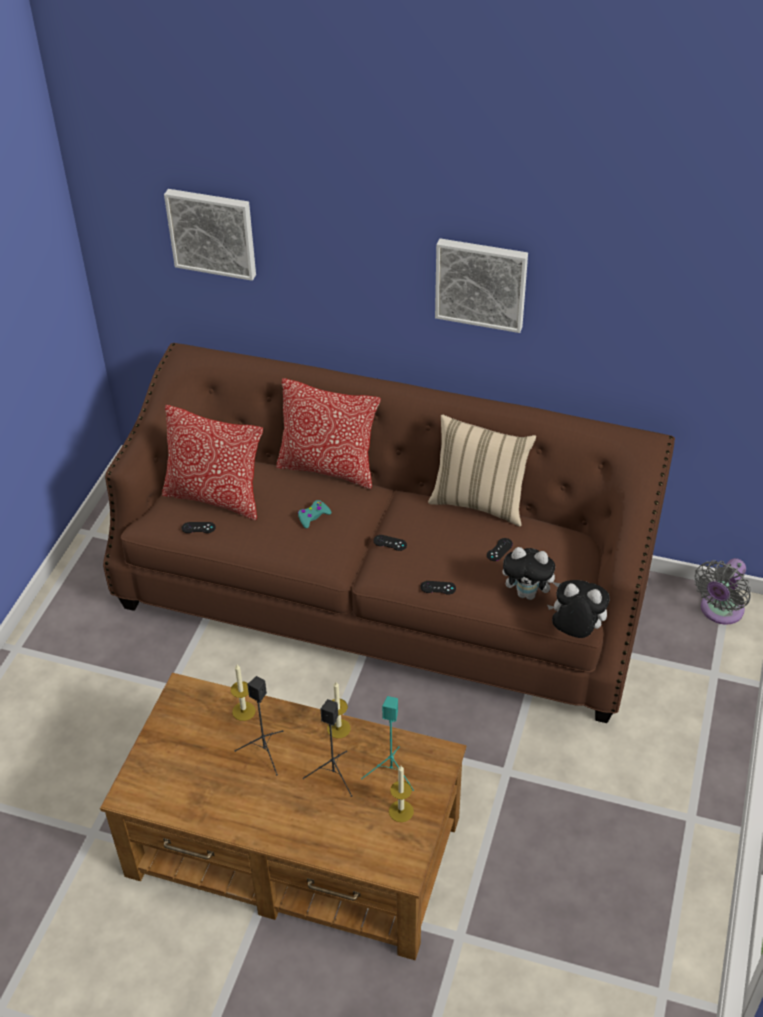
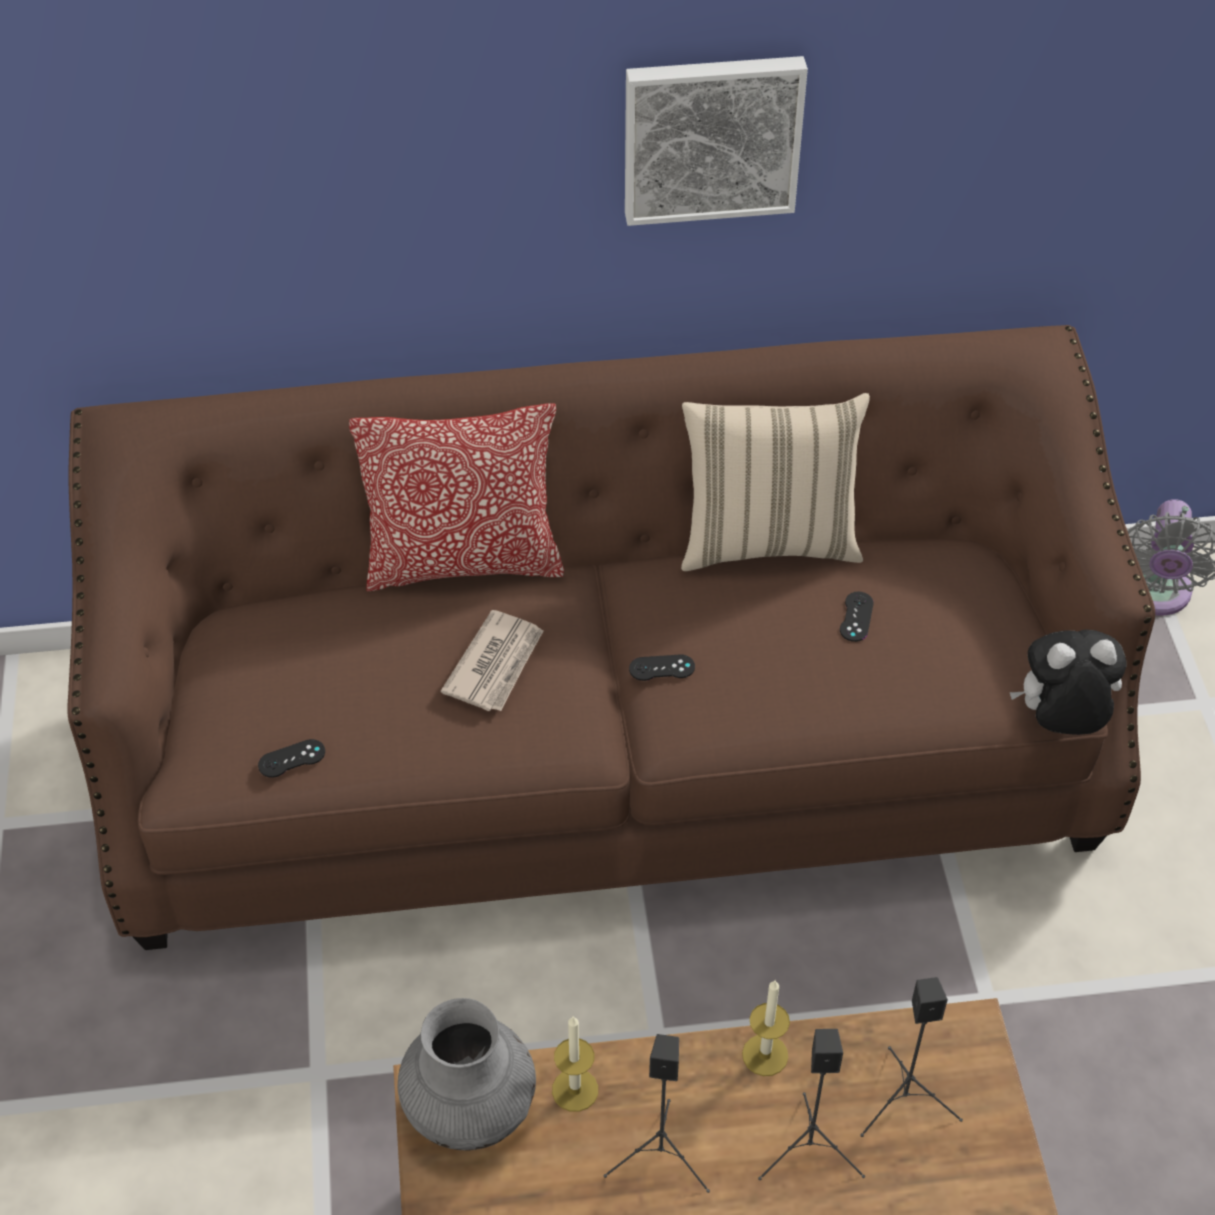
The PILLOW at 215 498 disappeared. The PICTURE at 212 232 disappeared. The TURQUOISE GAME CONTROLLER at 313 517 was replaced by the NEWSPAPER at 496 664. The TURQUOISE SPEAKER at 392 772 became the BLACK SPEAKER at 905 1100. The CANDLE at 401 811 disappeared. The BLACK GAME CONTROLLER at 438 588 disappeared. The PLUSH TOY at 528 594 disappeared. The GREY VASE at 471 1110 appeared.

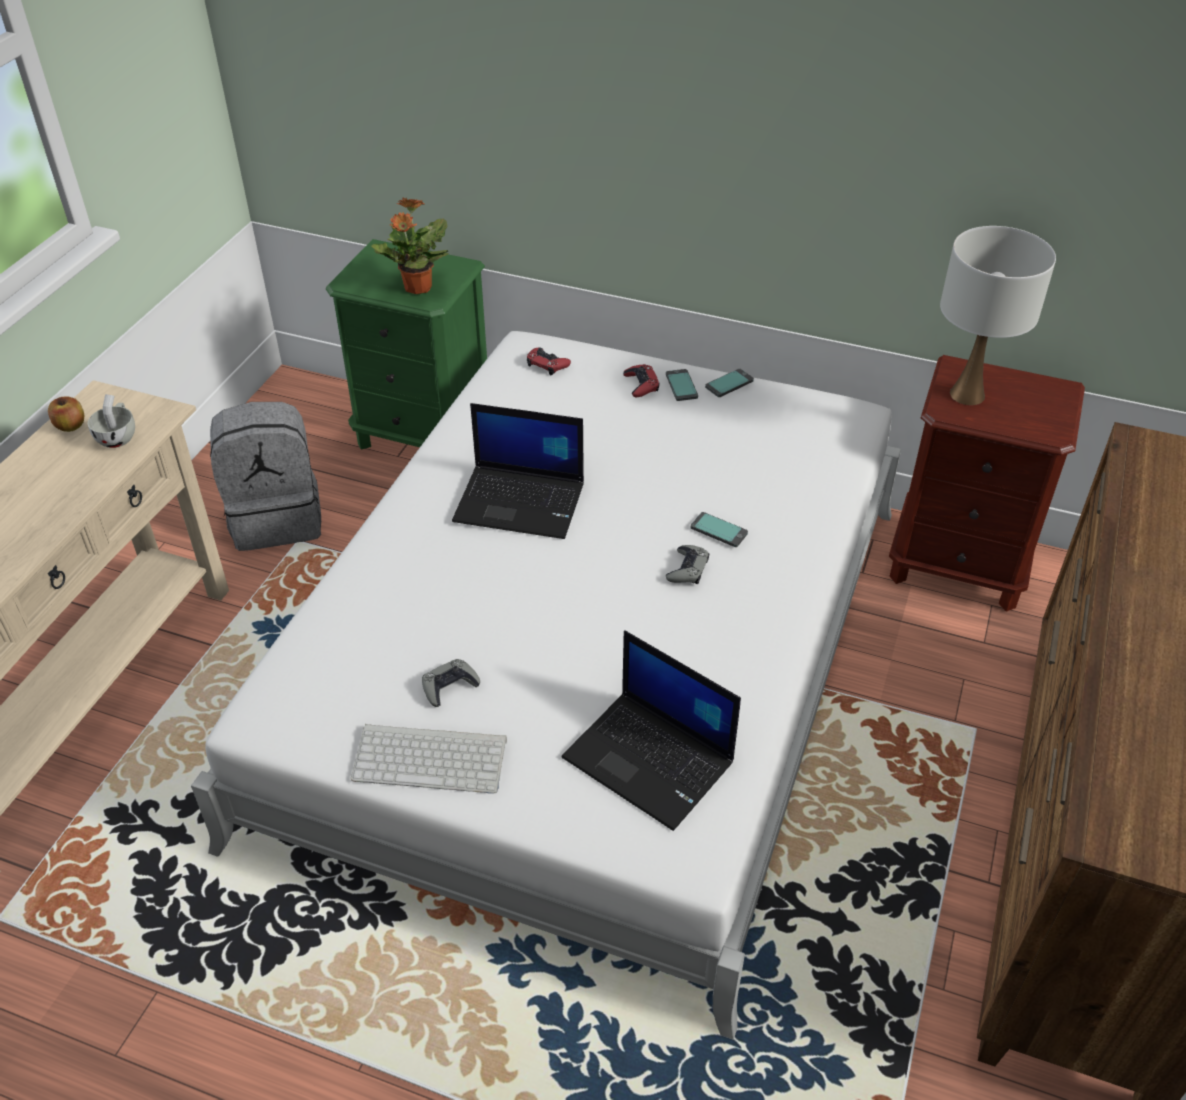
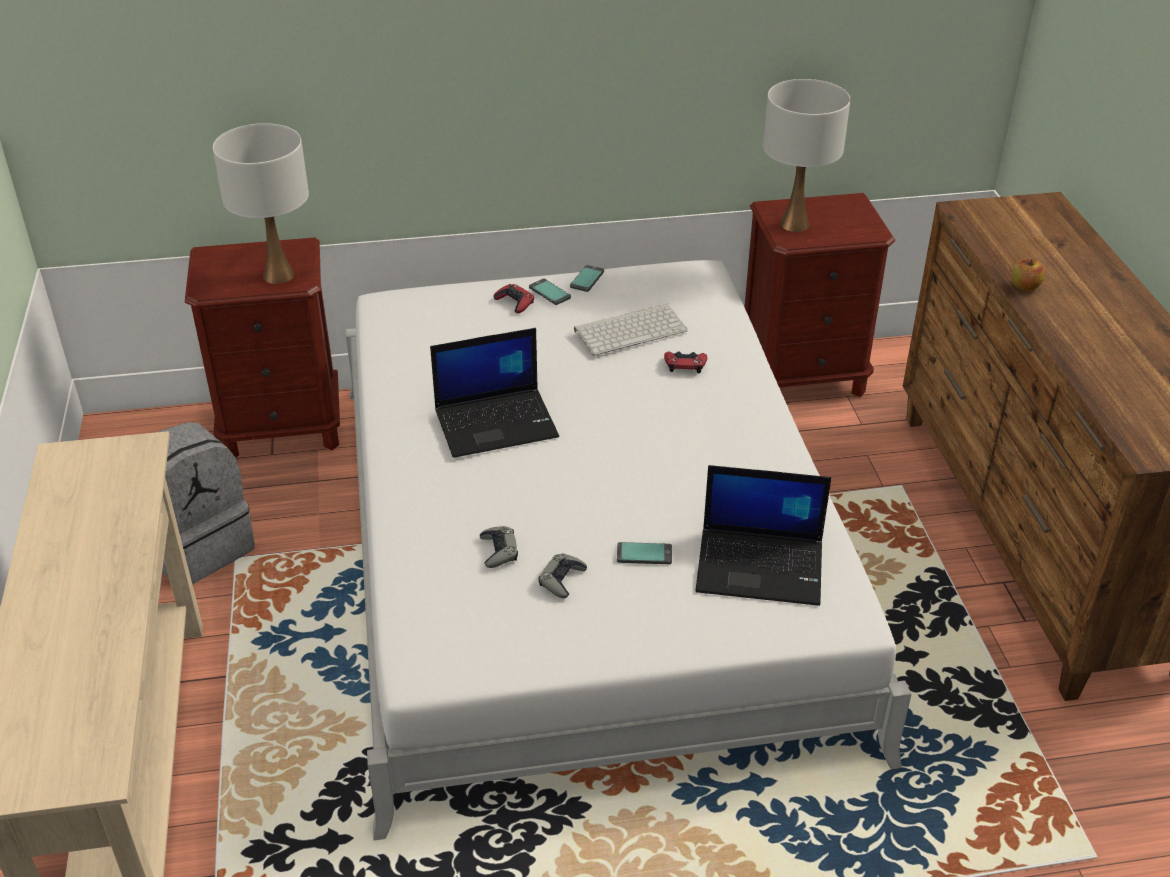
The APPLE moved from 71 426 to 1025 287. The WHITE CUP at 118 436 disappeared. The GREEN NIGHTSTAND at 423 435 became the BROWN NIGHTSTAND at 282 428. The KEYBOARD moved from 432 757 to 631 329. The POTTED PLANT at 417 288 was replaced by the WHITE TABLE LAMP at 278 275. The RED GAME CONTROLLER moved from 547 364 to 685 365. The GREY GAME CONTROLLER moved from 687 569 to 499 551. The PHONE moved from 719 530 to 644 554.

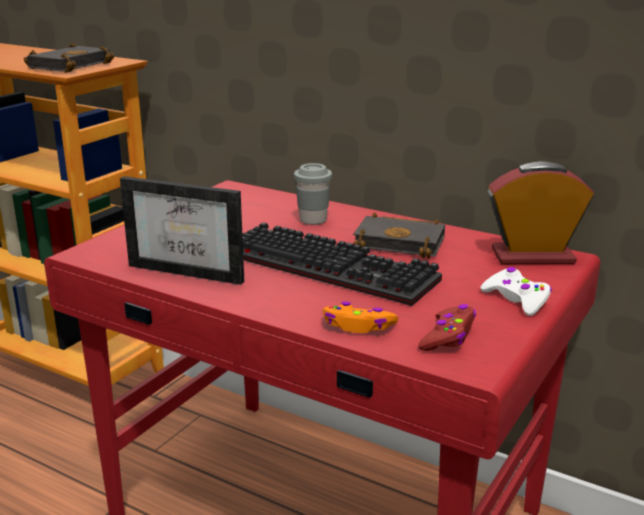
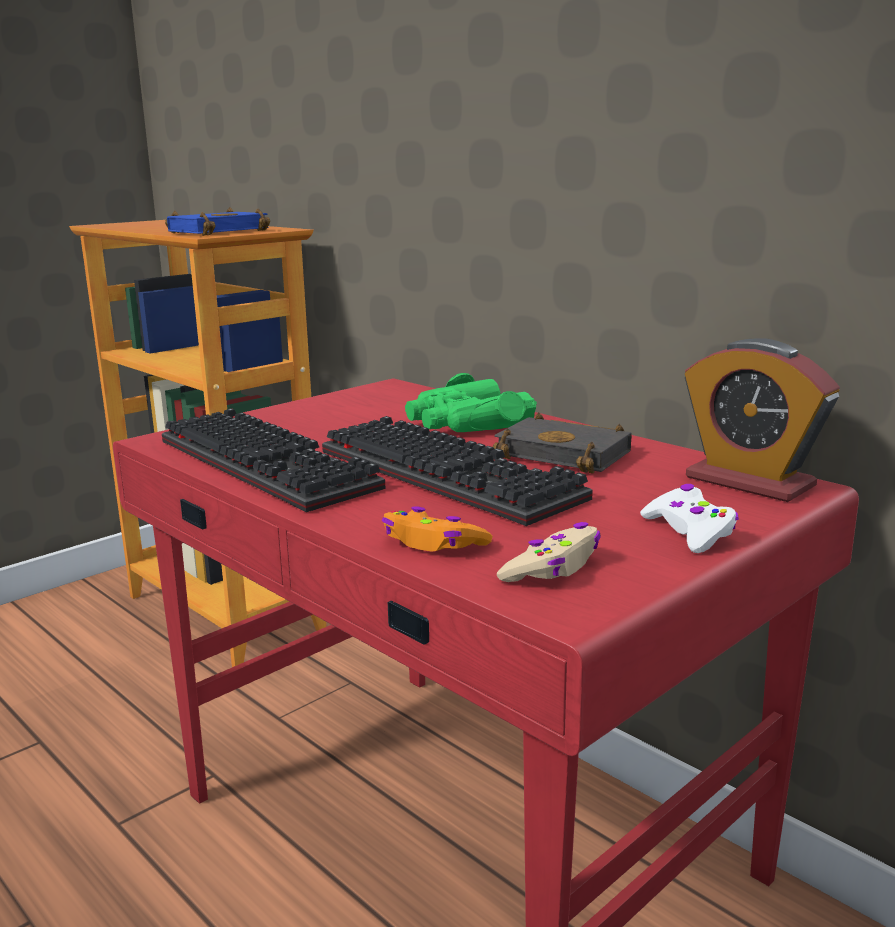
The BLACK BOOK at 69 65 became the BLUE BOOK at 218 231. The PICTURE FRAME at 194 269 was replaced by the KEYBOARD at 272 464. The GREY CUP at 313 220 was replaced by the GREEN BINOCULARS at 466 423. The RED GAME CONTROLLER at 448 337 became the BEIGE GAME CONTROLLER at 552 568. The ALARM CLOCK at 532 256 turned 150 degrees counterclockwise.

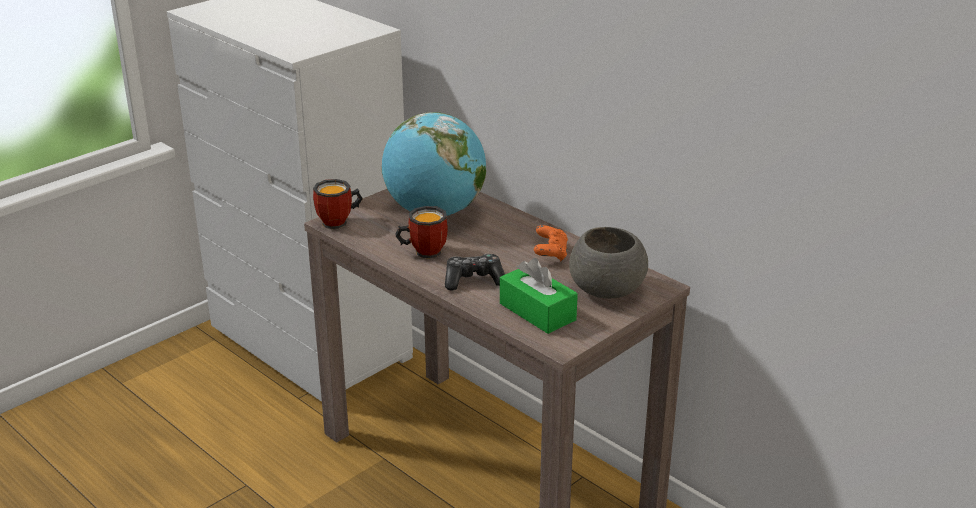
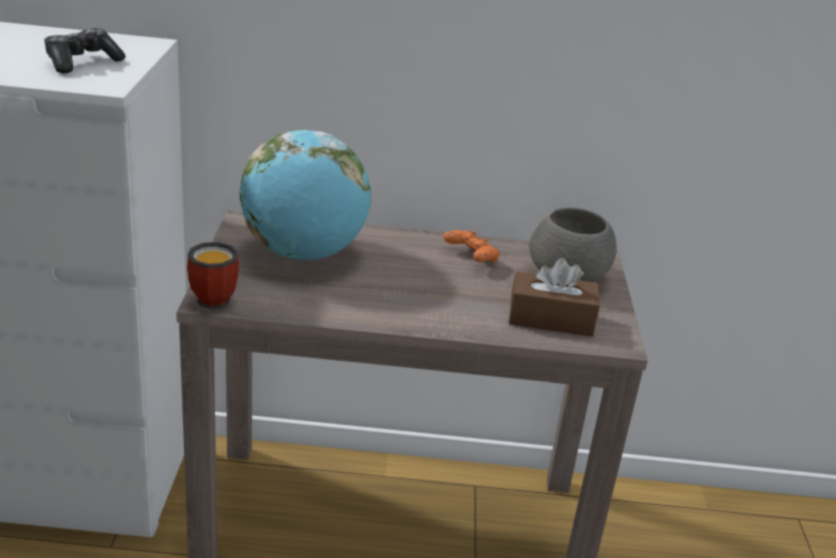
The MUG at 423 251 disappeared. The GAME CONTROLLER moved from 474 280 to 82 62. The GREEN TISSUE BOX at 537 312 became the BROWN TISSUE BOX at 551 319.

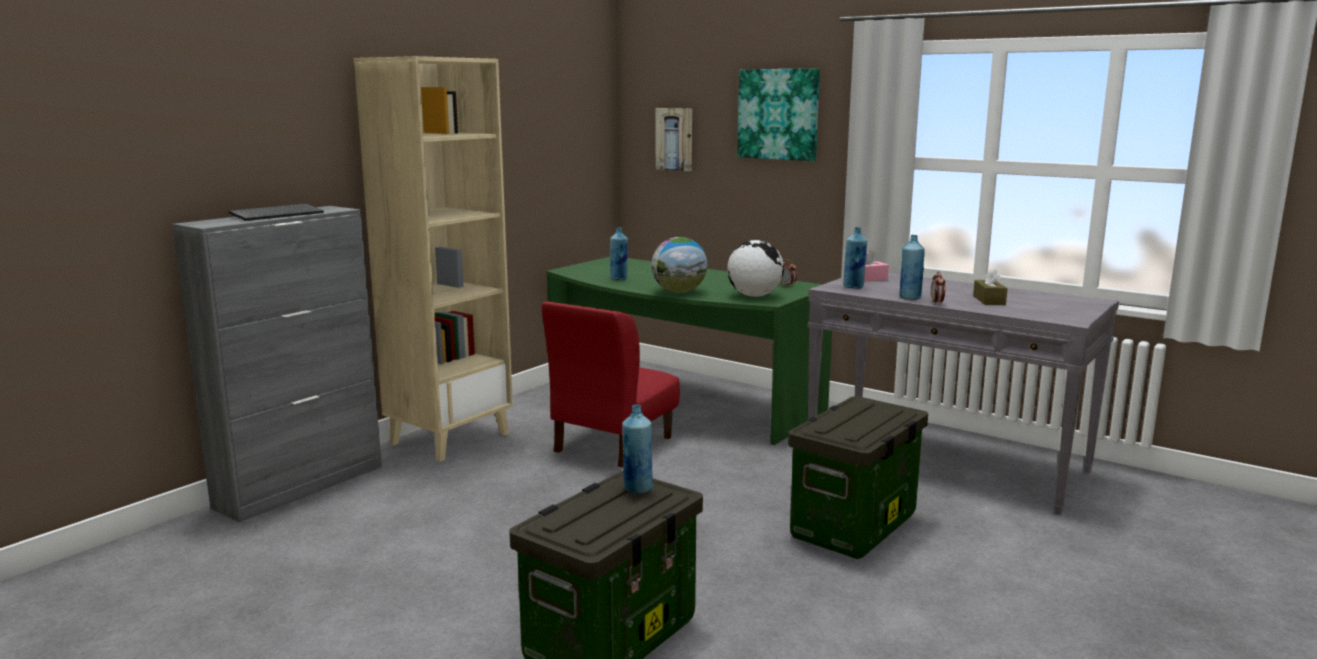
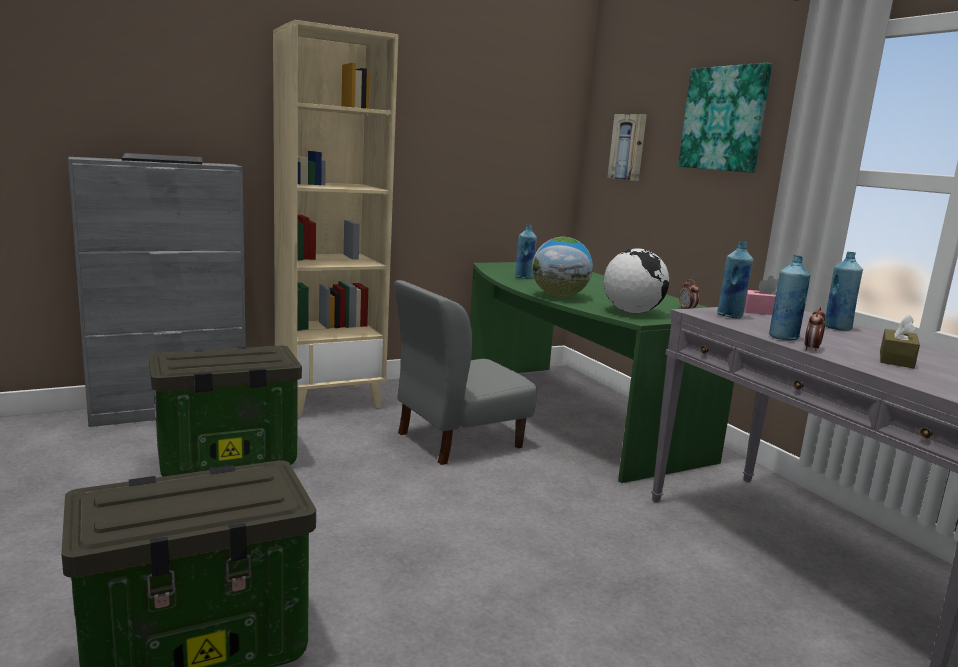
The RED CHAIR at 612 444 became the GREY CHAIR at 458 440. The BLUE BOTTLE moved from 637 488 to 837 328. The STORAGE BOX moved from 854 528 to 225 461.

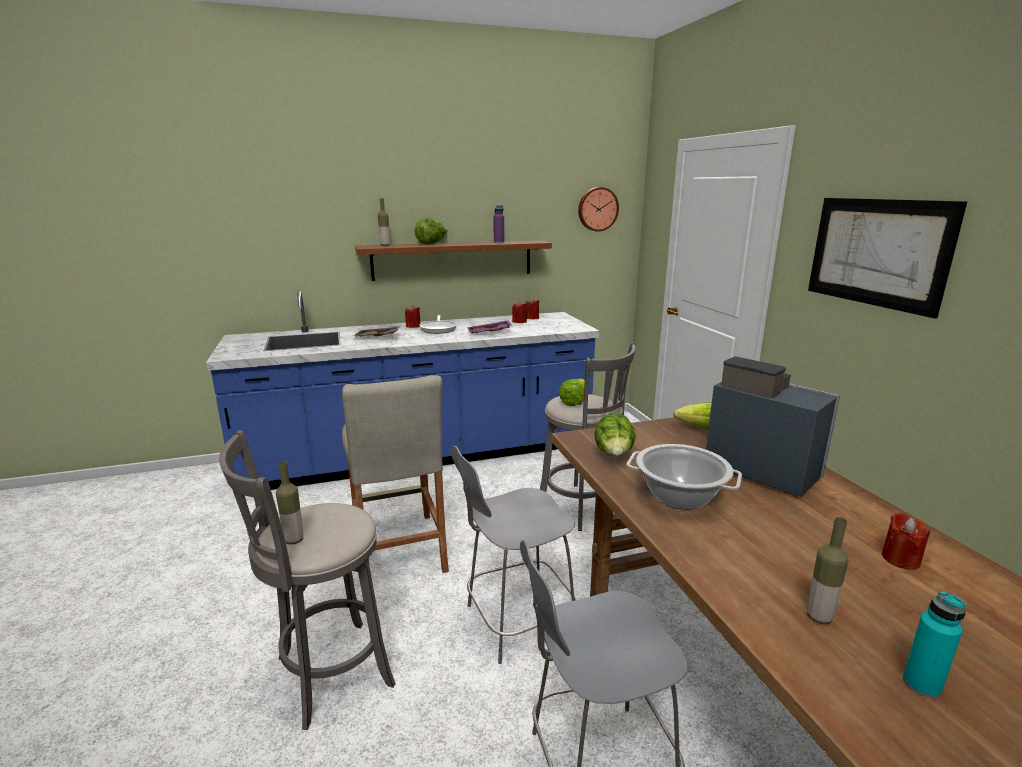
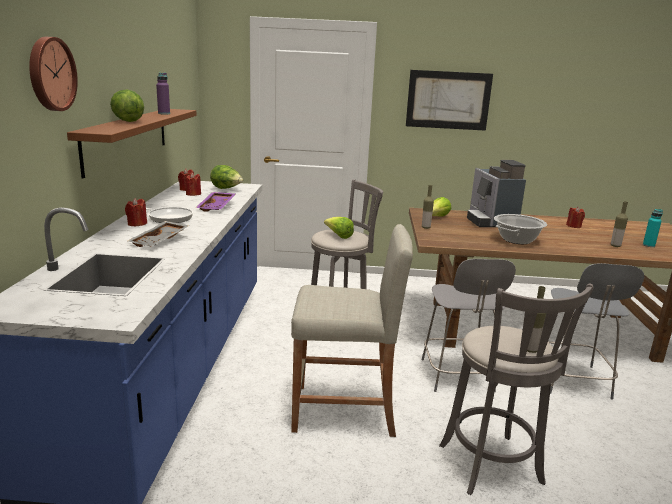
The BOTTLE moved from 385 245 to 426 227. The WALL CLOCK moved from 597 209 to 50 74. The LETTUCE moved from 614 455 to 226 189. The COFFEE MACHINE at 759 469 turned 75 degrees counterclockwise.

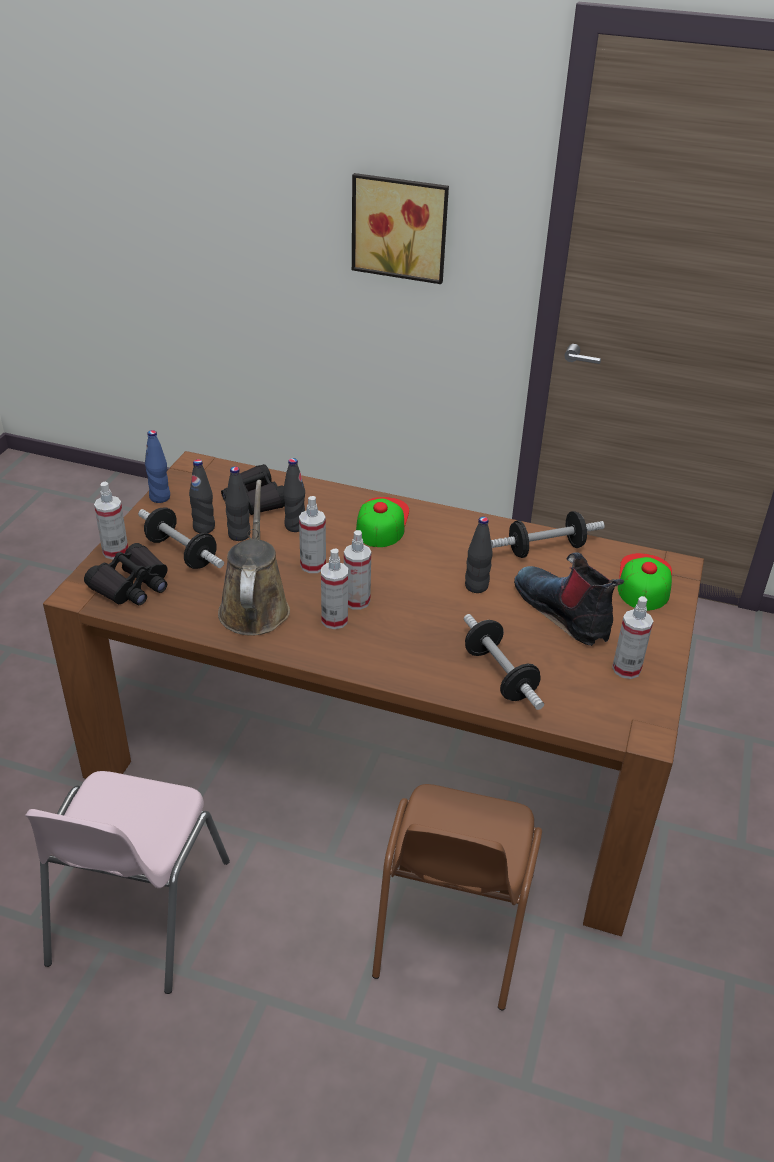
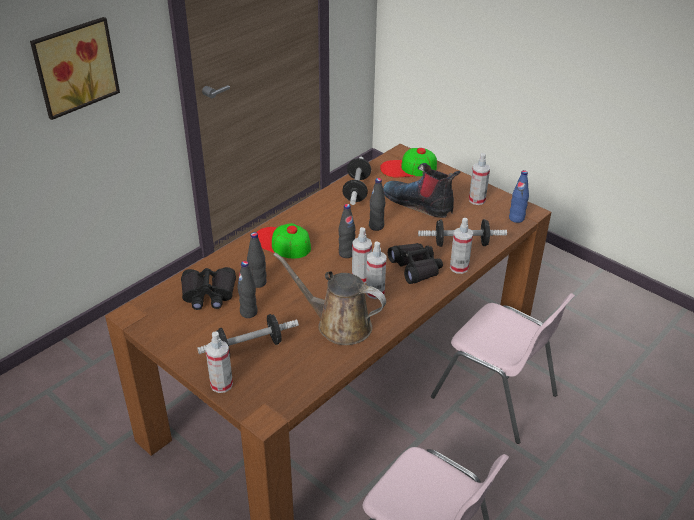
The BLACK BINOCULARS moved from 132 585 to 416 268. The BLUE BOTTLE moved from 160 497 to 516 218. The BLACK BOTTLE moved from 204 528 to 346 253. The SPRAY BOTTLE moved from 313 565 to 459 267. The BROWN CHAIR at 451 927 became the PINK CHAIR at 496 397. The BOOT at 564 612 turned 45 degrees clockwise. The CAP at 644 581 turned 45 degrees counterclockwise.

